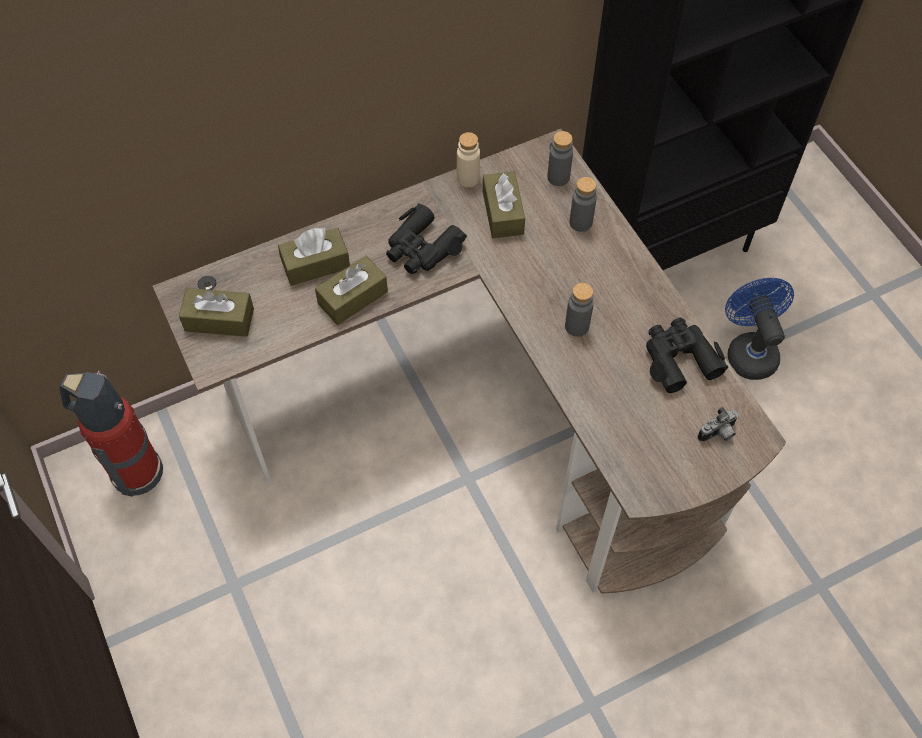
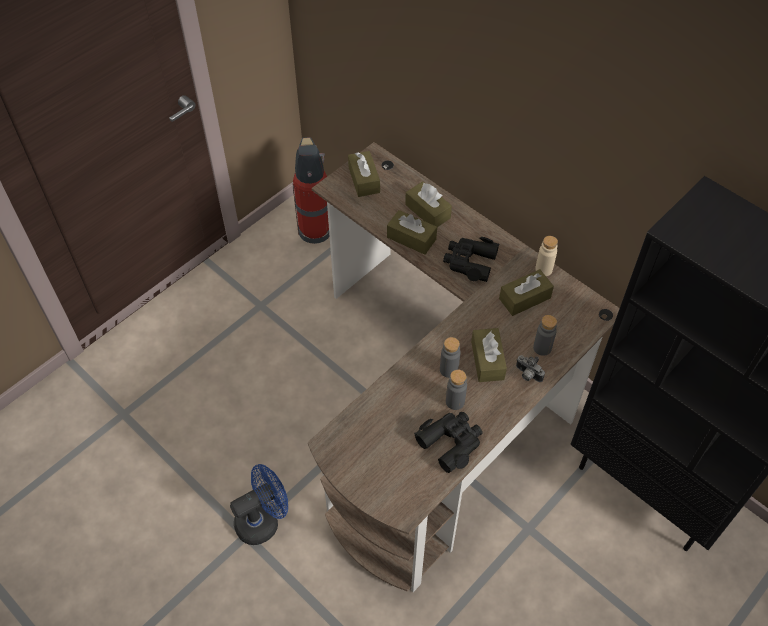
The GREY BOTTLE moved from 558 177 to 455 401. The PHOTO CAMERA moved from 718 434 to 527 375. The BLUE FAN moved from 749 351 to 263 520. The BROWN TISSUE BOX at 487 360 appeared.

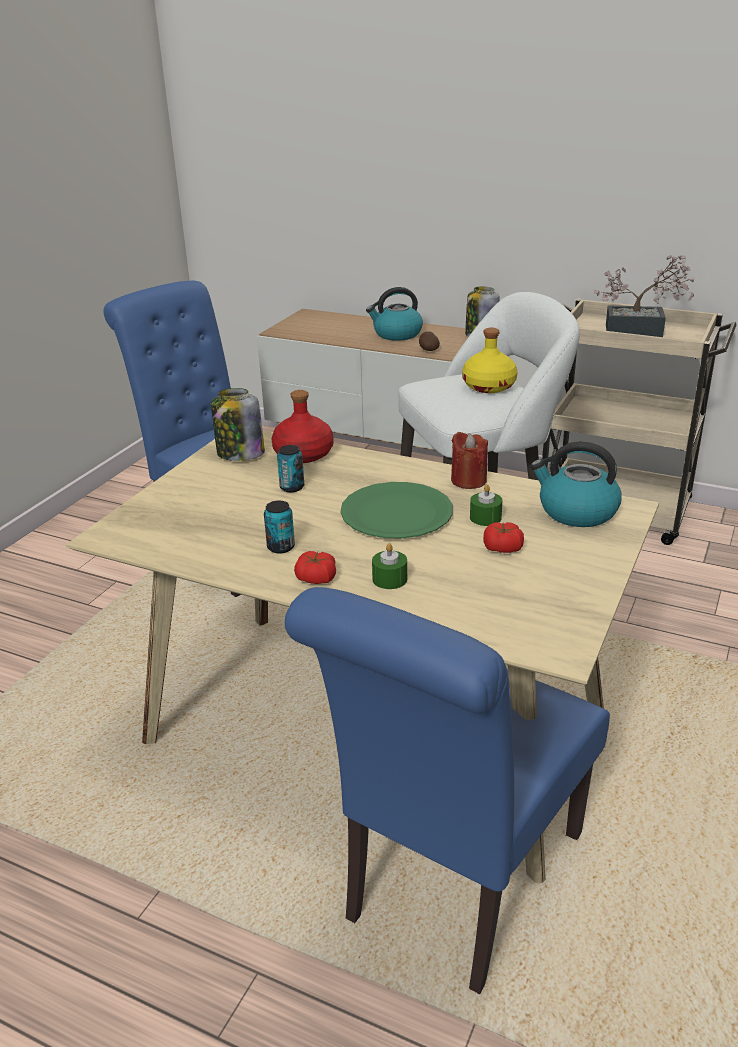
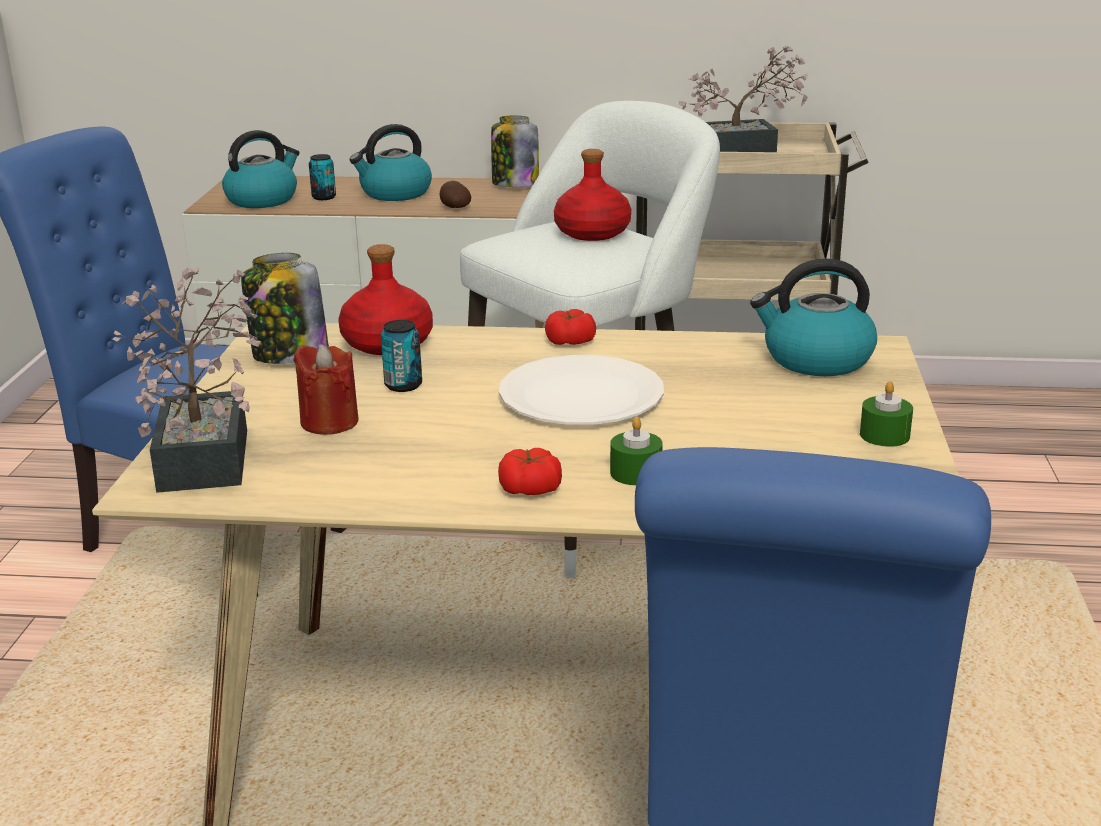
The CAN moved from 281 547 to 324 197. The GREEN PLATE at 397 513 became the WHITE PLATE at 581 395. The RED CANDLE moved from 468 480 to 329 422. The YELLOW BOTTLE at 489 386 became the RED BOTTLE at 593 232. The GREEN CANDLE moved from 485 517 to 884 435. The TOMATO moved from 503 548 to 570 341. The POTTED PLANT at 207 452 appeared. The KETTLE at 263 199 appeared.

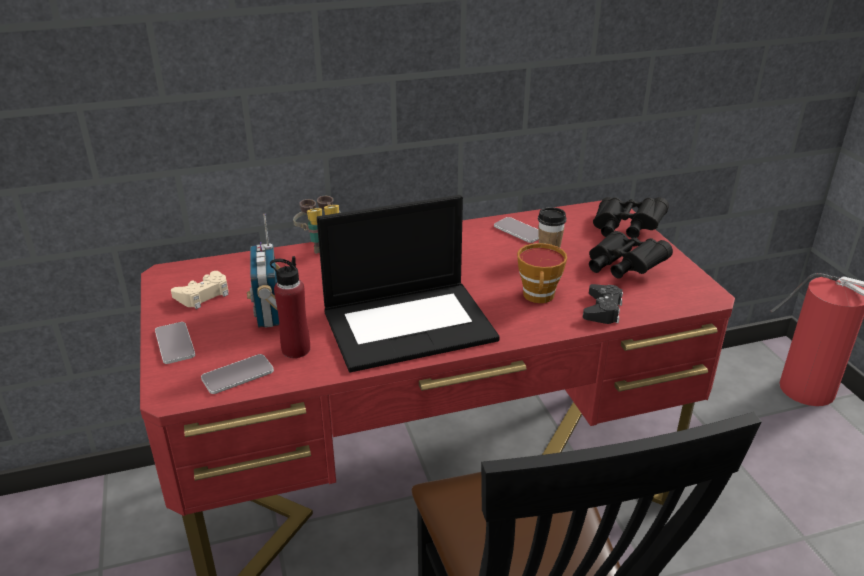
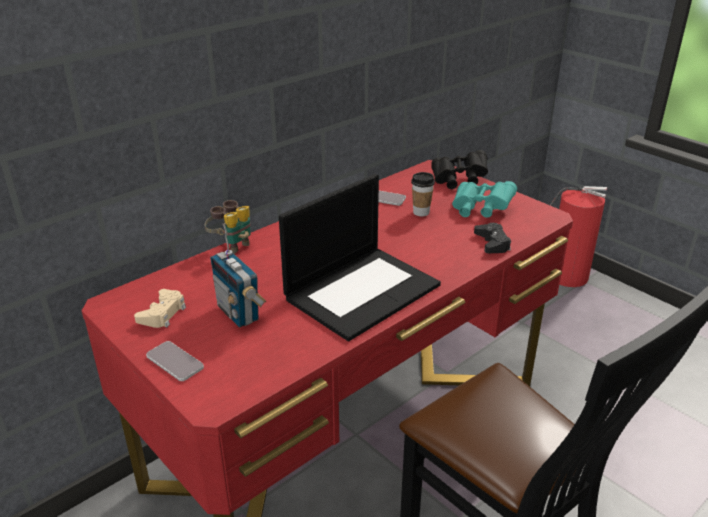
The PHONE at 238 375 disappeared. The RED BOTTLE at 295 349 disappeared. The CUP at 539 297 disappeared. The BLACK BINOCULARS at 622 268 became the TURQUOISE BINOCULARS at 480 210.

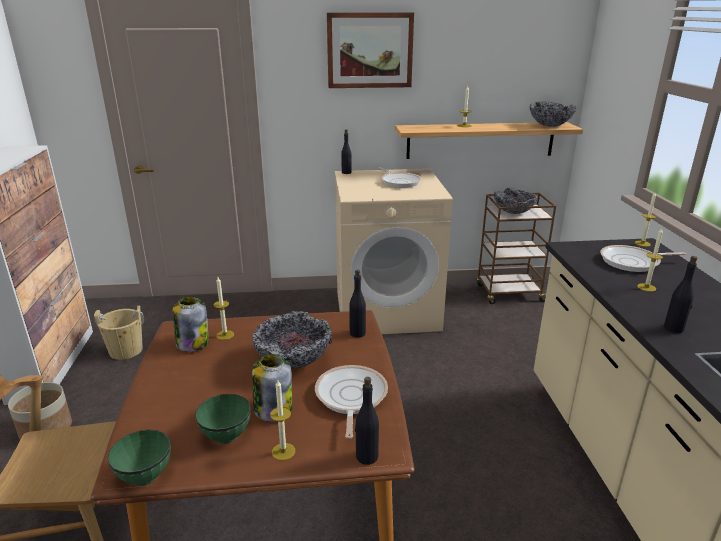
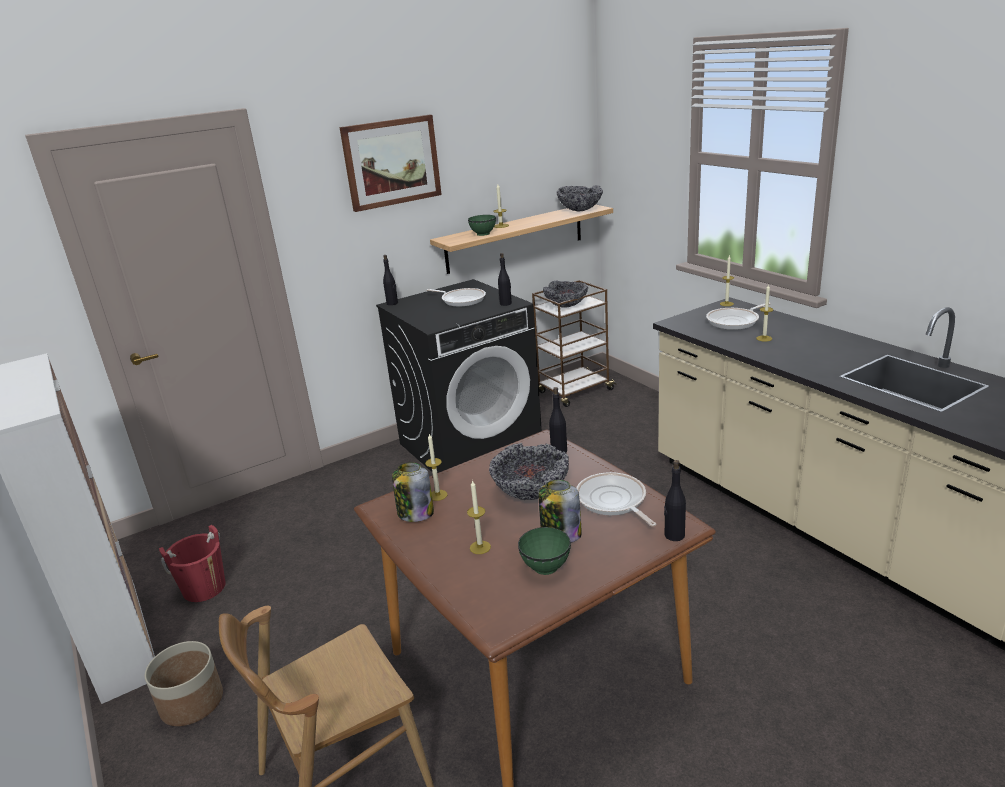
The BEIGE BUCKET at 126 350 became the RED BUCKET at 204 588. The GREEN BOWL moved from 145 474 to 483 234. The CANDLE moved from 283 451 to 480 547. The BEIGE WASHING MACHINE at 387 310 became the BLACK WASHING MACHINE at 470 445. The BLACK BOTTLE moved from 674 328 to 506 303.

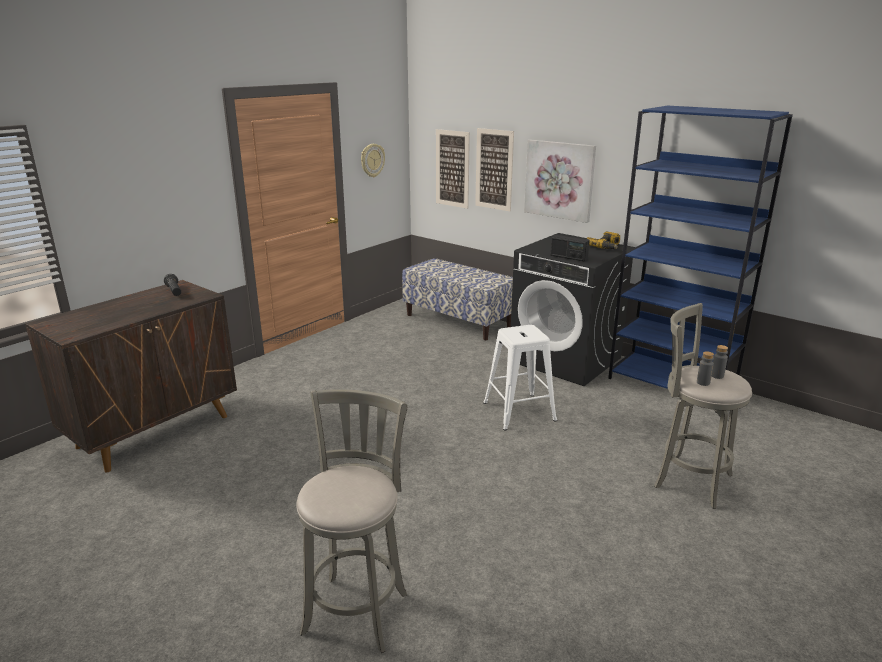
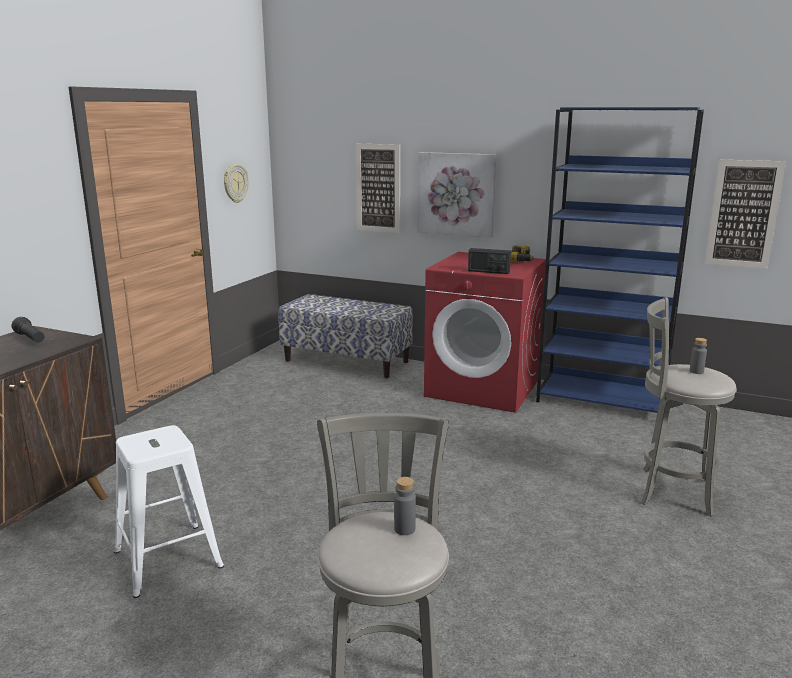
The PICTURE moved from 452 169 to 743 214. The WHITE STOOL moved from 520 411 to 169 559. The BLACK WASHING MACHINE at 566 360 became the RED WASHING MACHINE at 483 388. The GREY BOTTLE moved from 703 383 to 404 529.

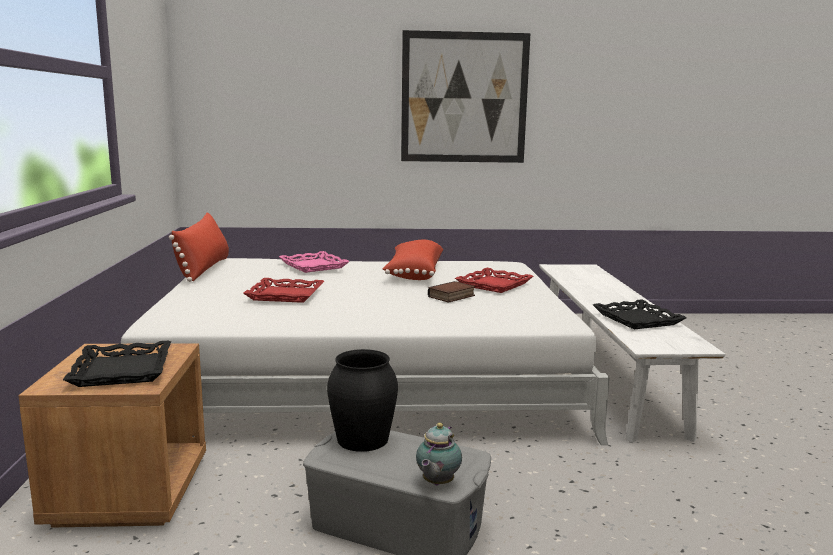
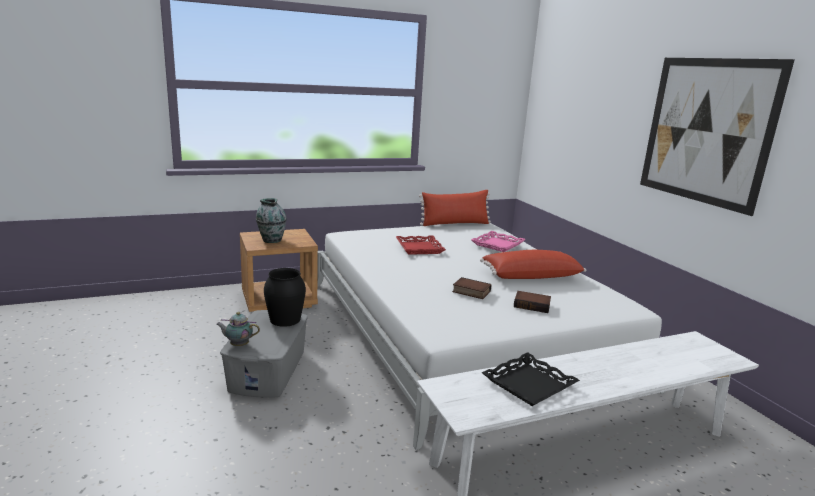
The BLACK TRAY at 121 370 was replaced by the VASE at 271 240. The RED TRAY at 493 285 was replaced by the BOOK at 532 305.

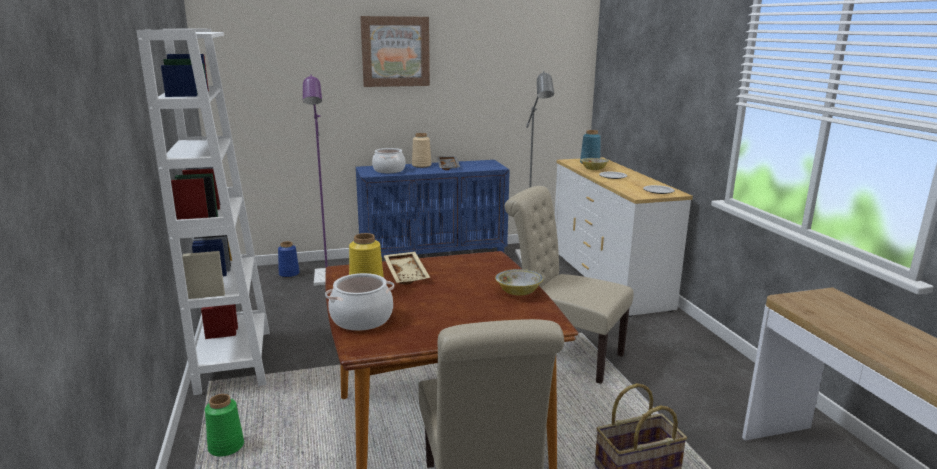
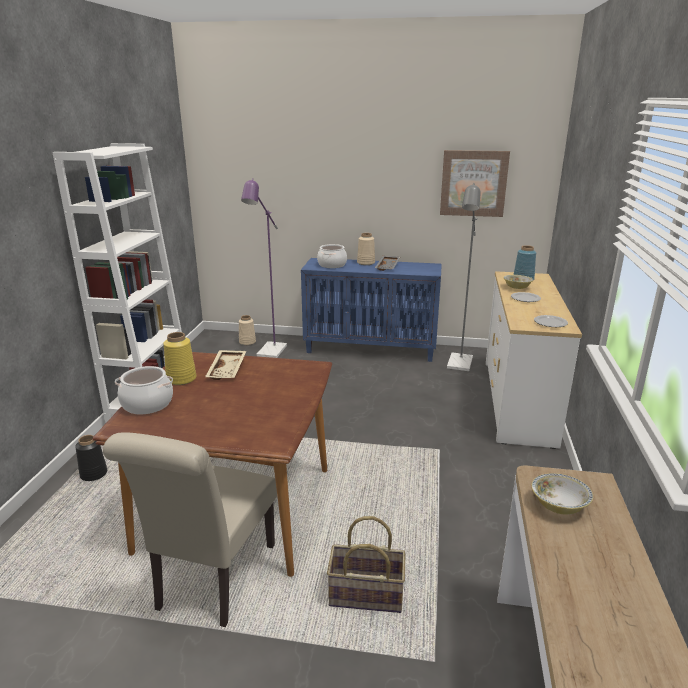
The GREEN VASE at 226 446 became the BLACK VASE at 94 474. The BLUE VASE at 288 274 became the BEIGE VASE at 247 342. The PICTURE moved from 395 51 to 473 183. The BOWL moved from 518 292 to 558 505. The BEIGE CHAIR at 563 354 disappeared.

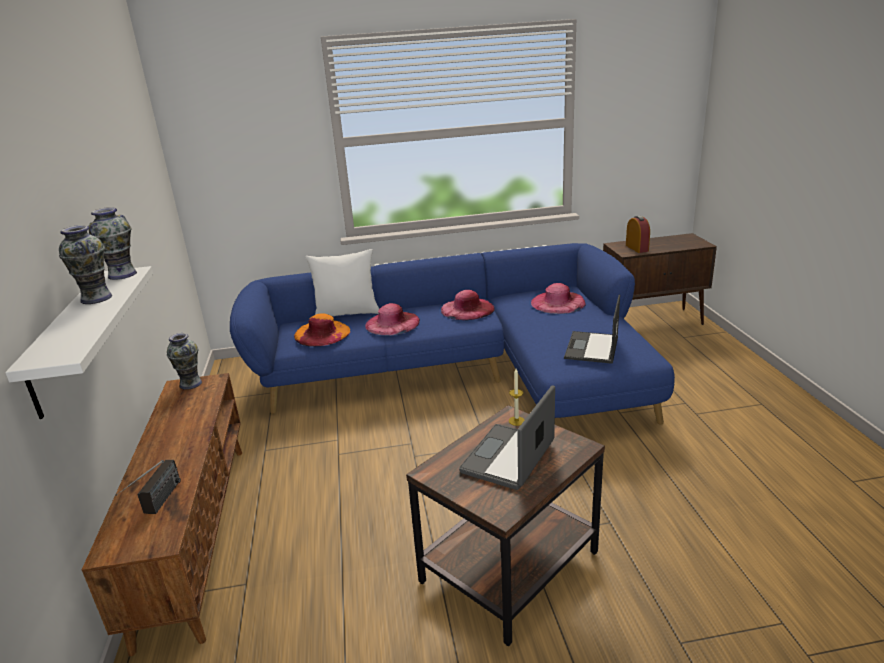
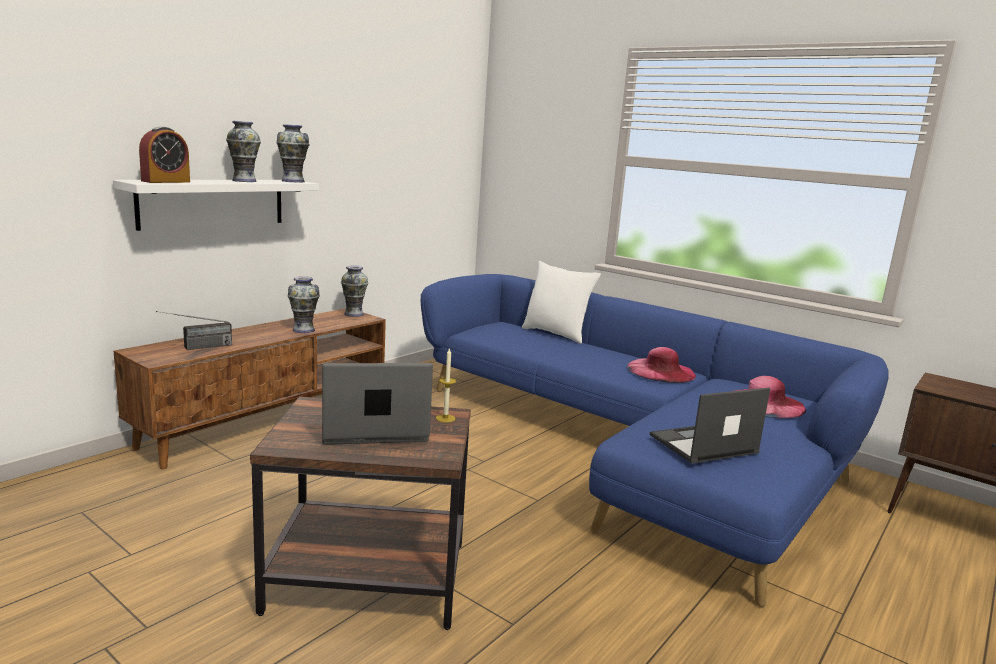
The ORANGE HAT at 322 333 disappeared. The PINK HAT at 392 323 disappeared. The ALARM CLOCK moved from 637 248 to 166 181. The VASE at 303 330 appeared.

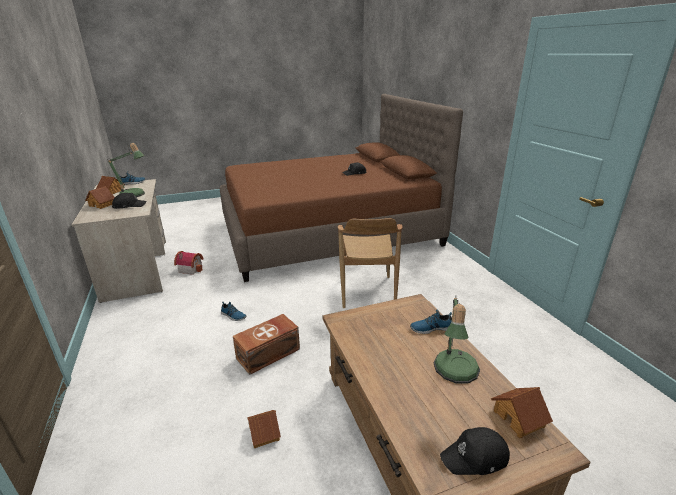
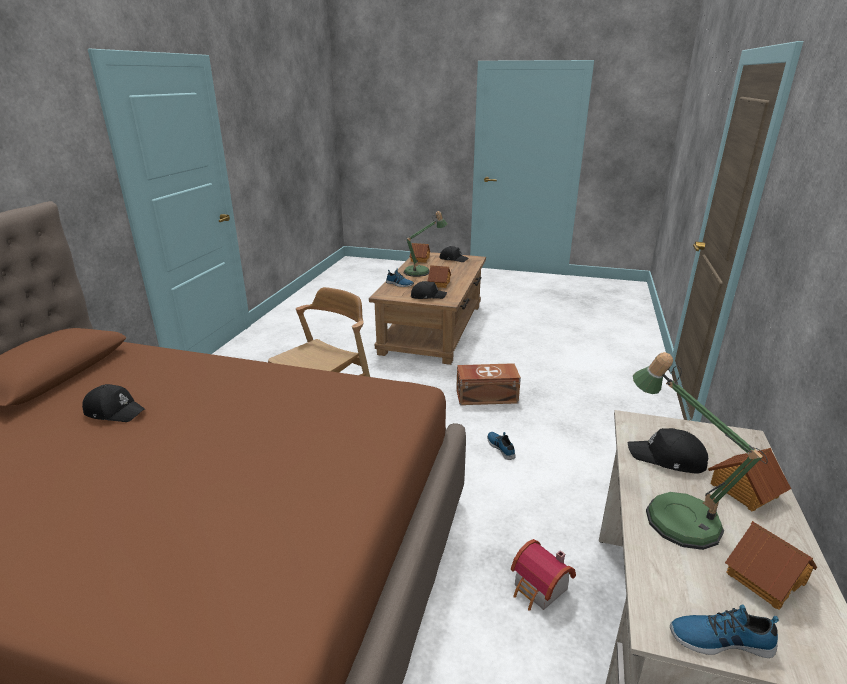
The TOY HOUSE moved from 263 433 to 439 284. The BLACK CAP at 427 296 appeared.

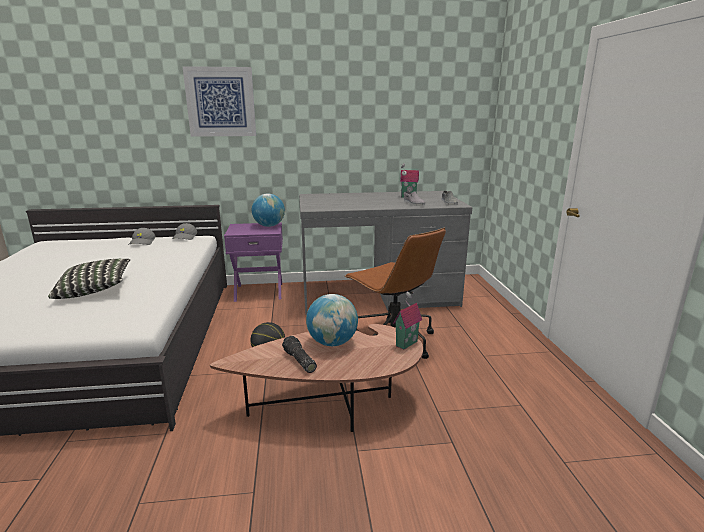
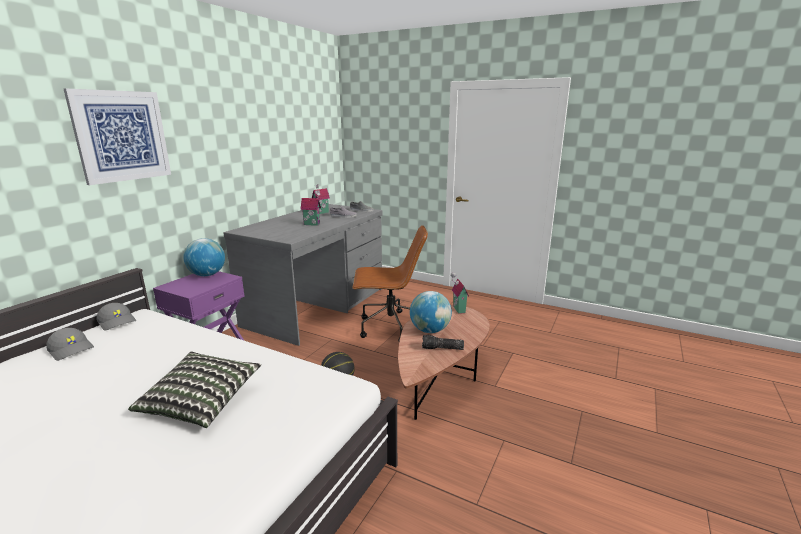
The TOY HOUSE at 312 224 appeared.

